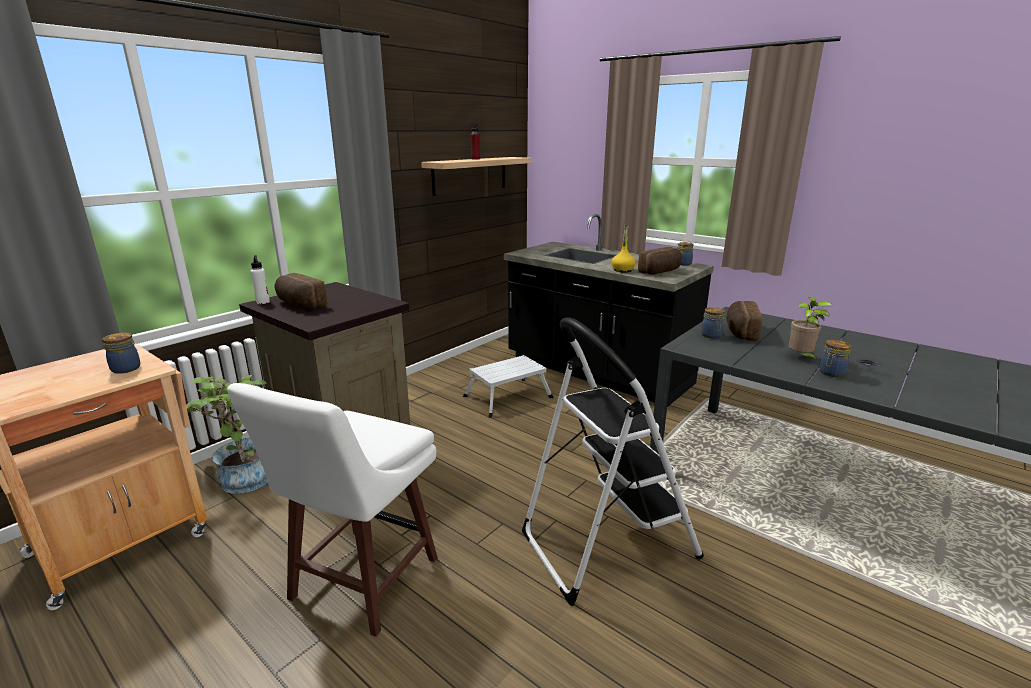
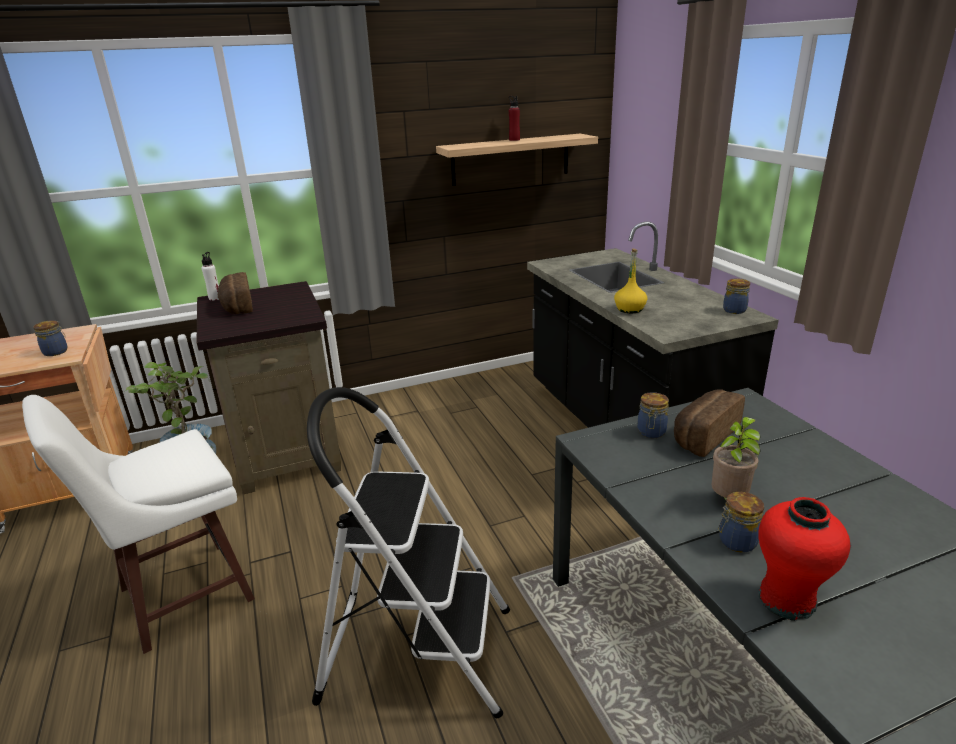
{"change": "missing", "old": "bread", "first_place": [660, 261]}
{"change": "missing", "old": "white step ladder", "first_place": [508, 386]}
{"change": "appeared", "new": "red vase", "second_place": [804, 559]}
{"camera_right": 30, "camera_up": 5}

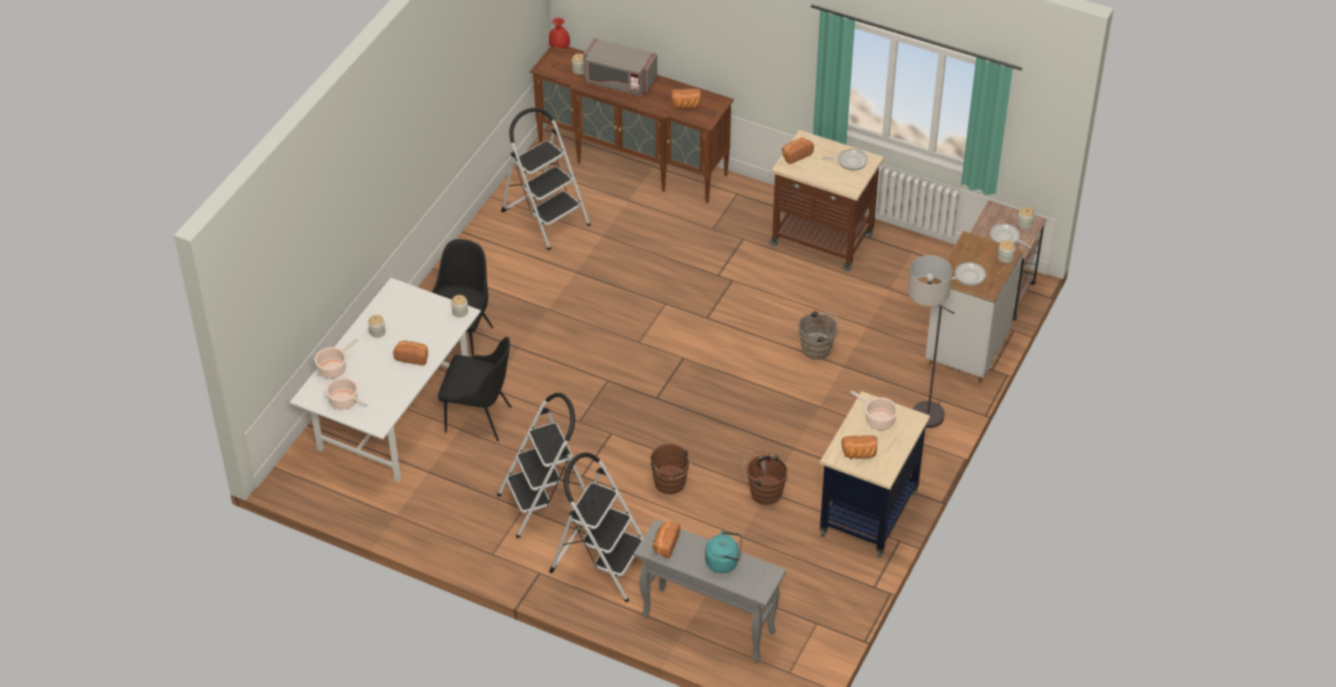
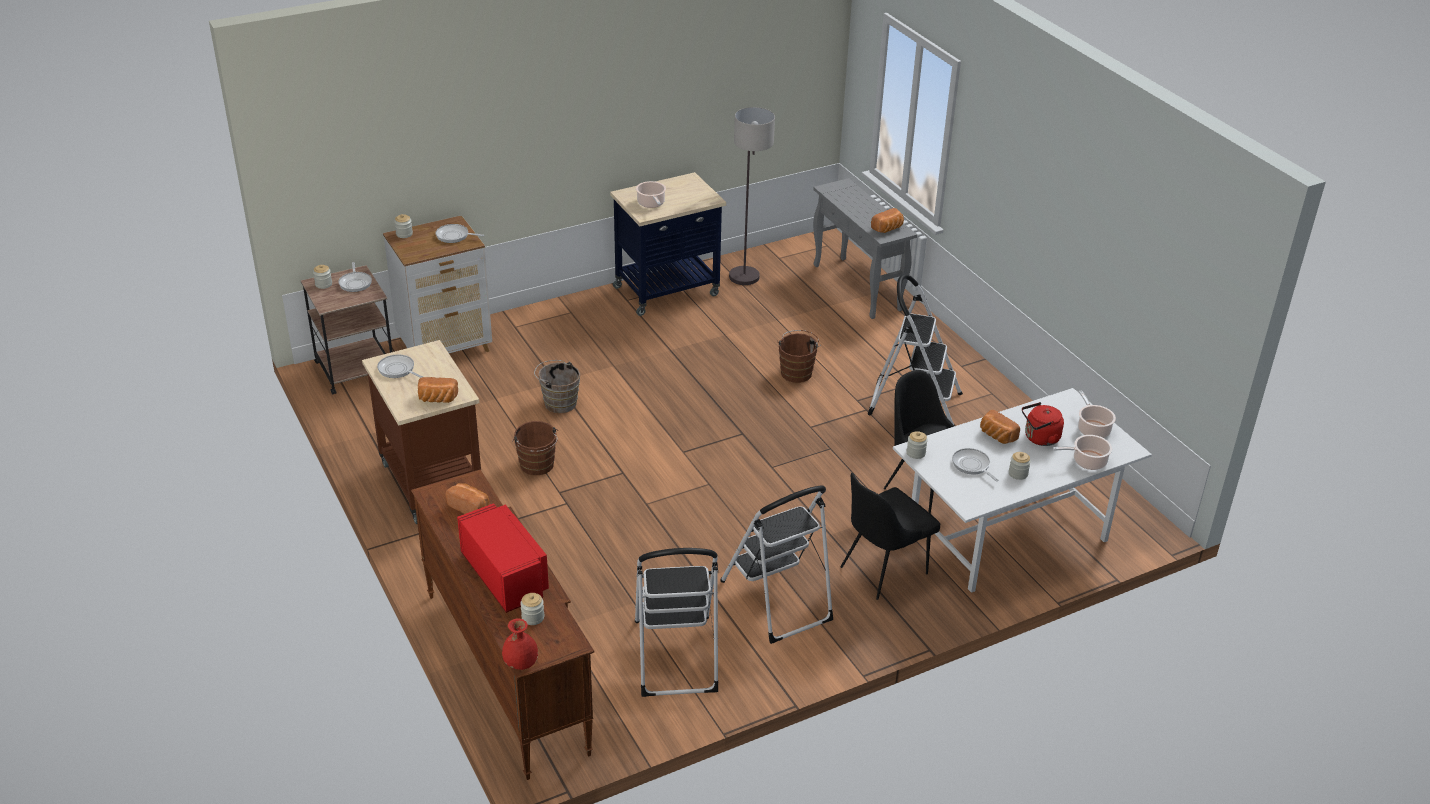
{"change": "colour", "old": "grey microwave", "new": "red microwave", "first_place": [620, 67], "second_place": [503, 558]}
{"change": "relocated", "old": "grey floor lamp", "first_place": [931, 341], "second_place": [752, 196]}
{"change": "missing", "old": "bread", "first_place": [859, 447]}
{"change": "relocated", "old": "step ladder", "first_place": [596, 527], "second_place": [776, 564]}
{"change": "relocated", "old": "brown bucket", "first_place": [765, 478], "second_place": [535, 448]}
{"change": "missing", "old": "turquoise kettle", "first_place": [723, 551]}
{"change": "appeared", "new": "red kettle", "second_place": [1043, 424]}
{"change": "appeared", "new": "frying pan", "second_place": [975, 464]}
{"camera_right": -145, "camera_up": -10}

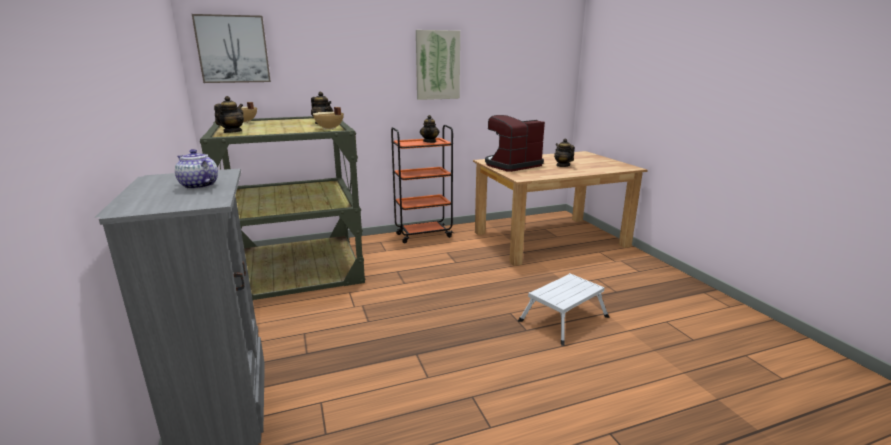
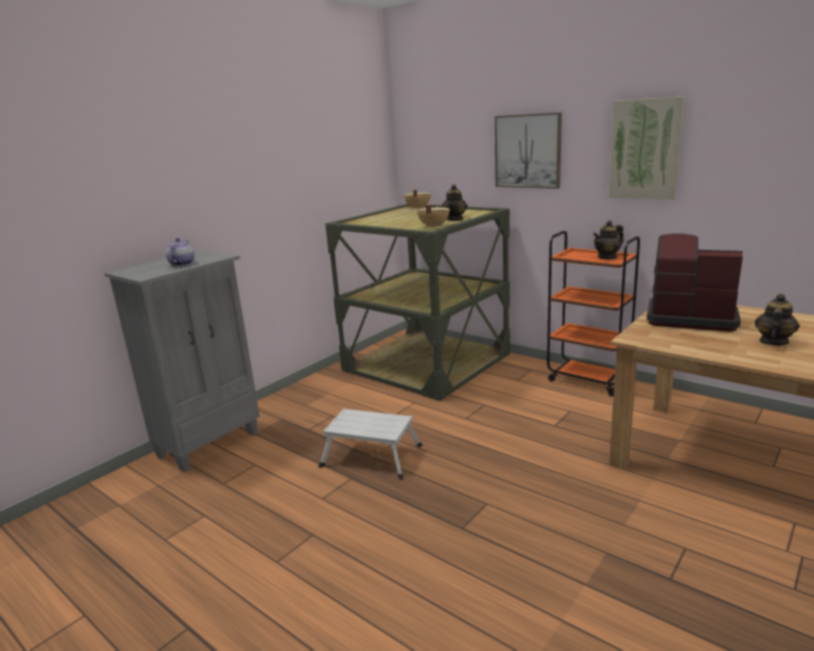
{"change": "relocated", "old": "picture", "first_place": [231, 48], "second_place": [528, 150]}
{"change": "missing", "old": "teapot", "first_place": [229, 114]}
{"change": "relocated", "old": "white step ladder", "first_place": [564, 309], "second_place": [370, 444]}
{"camera_right": 60, "camera_up": 0}

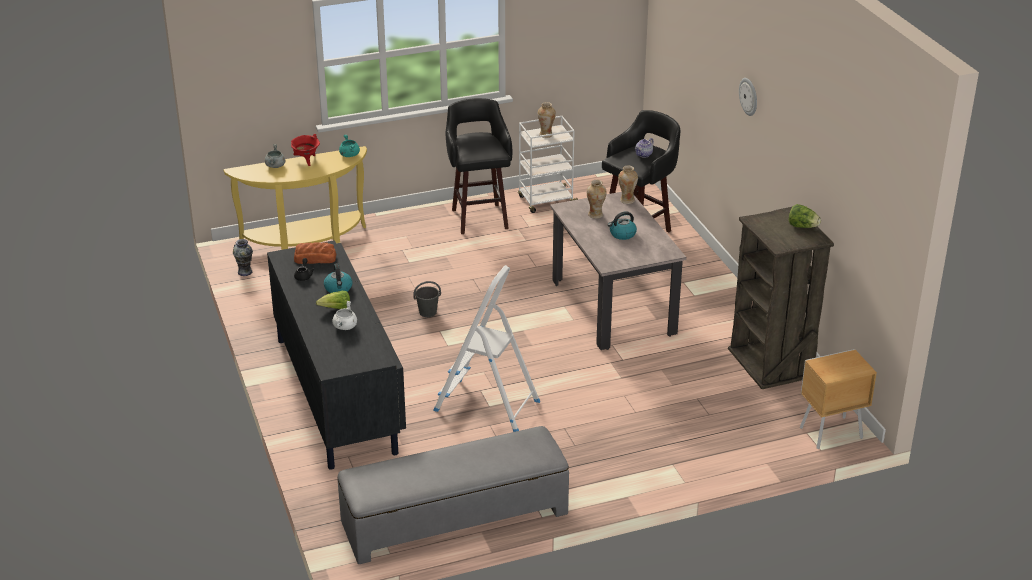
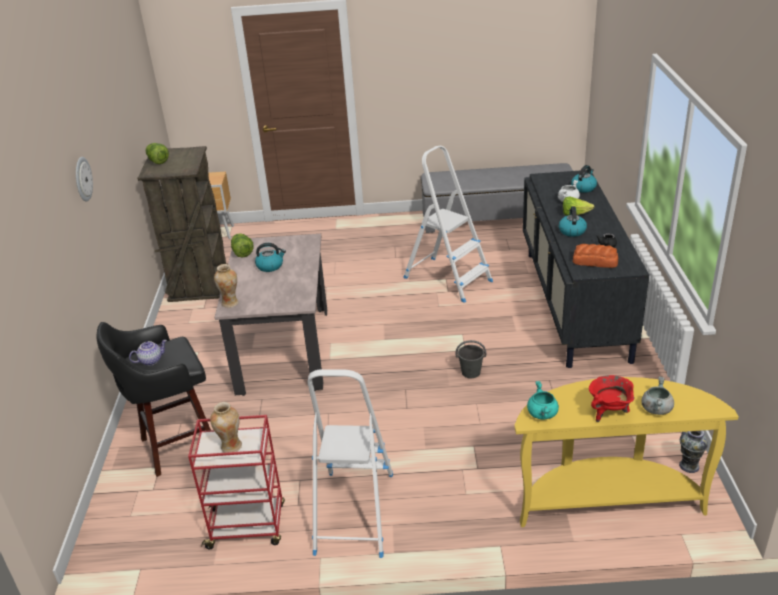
{"change": "exchanged", "old": "black stool", "new": "white step ladder", "first_place": [479, 166], "second_place": [350, 463]}
{"change": "colour", "old": "white cart", "new": "red cart", "first_place": [548, 164], "second_place": [236, 482]}
{"change": "missing", "old": "vase", "first_place": [597, 199]}
{"change": "appeared", "new": "kettle", "second_place": [584, 179]}
{"change": "appeared", "new": "lettuce", "second_place": [242, 245]}
{"camera_right": -160, "camera_up": 0}

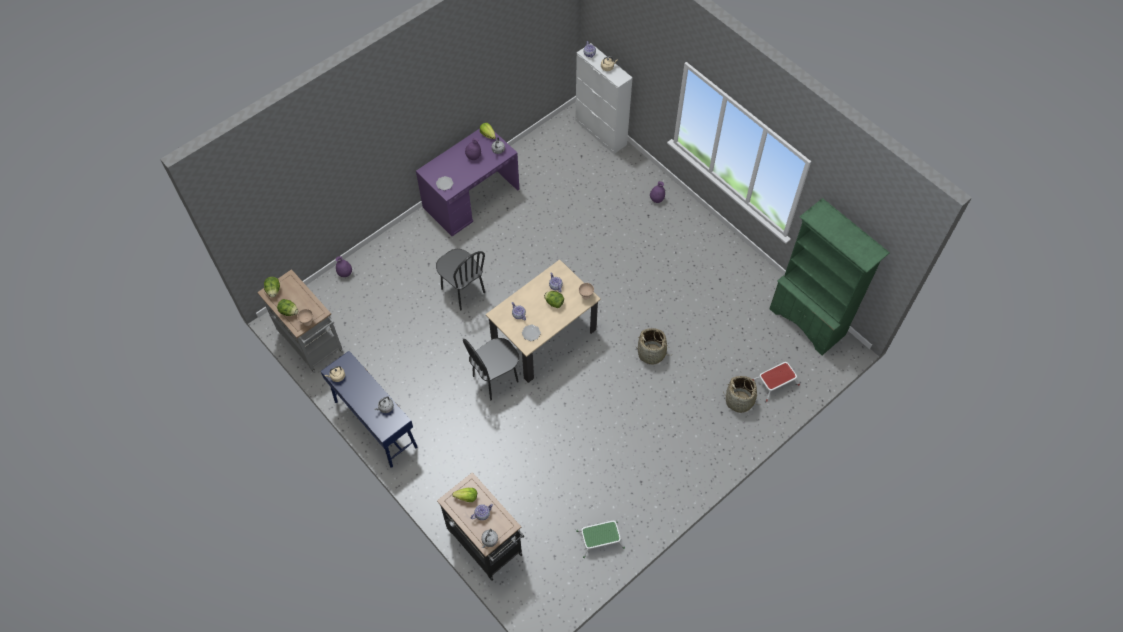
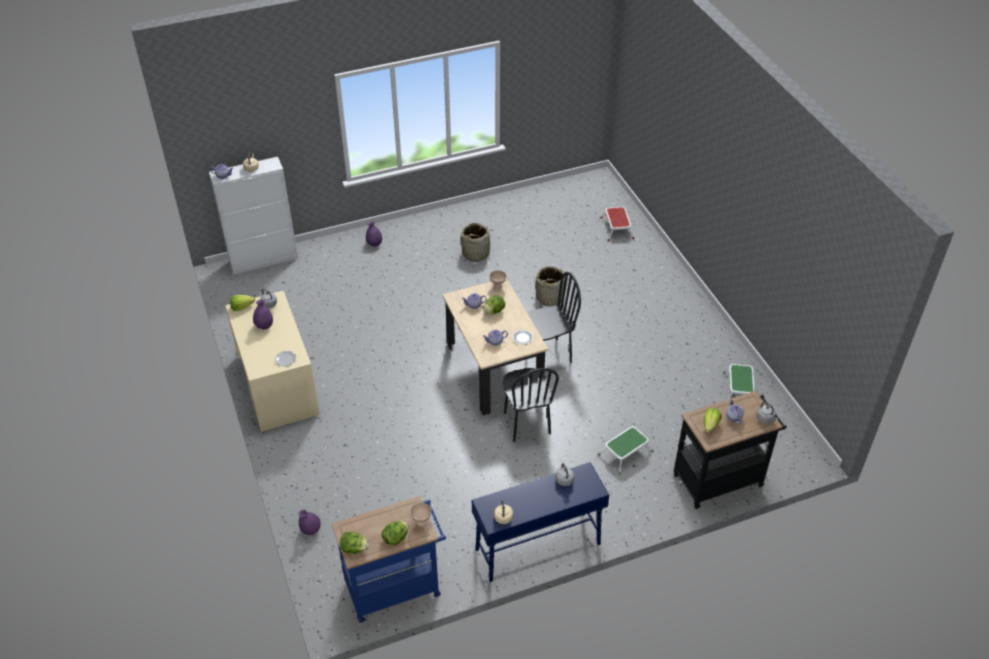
{"change": "colour", "old": "purple desk", "new": "beige desk", "first_place": [467, 182], "second_place": [272, 361]}
{"change": "missing", "old": "green bookcase", "first_place": [829, 276]}
{"change": "relocated", "old": "black chair", "first_place": [460, 279], "second_place": [554, 317]}
{"change": "colour", "old": "grey cart", "new": "blue cart", "first_place": [300, 321], "second_place": [389, 559]}
{"change": "relocated", "old": "basket", "first_place": [742, 394], "second_place": [475, 242]}
{"change": "appeared", "new": "green step ladder", "second_place": [626, 450]}
{"camera_right": -70, "camera_up": -15}

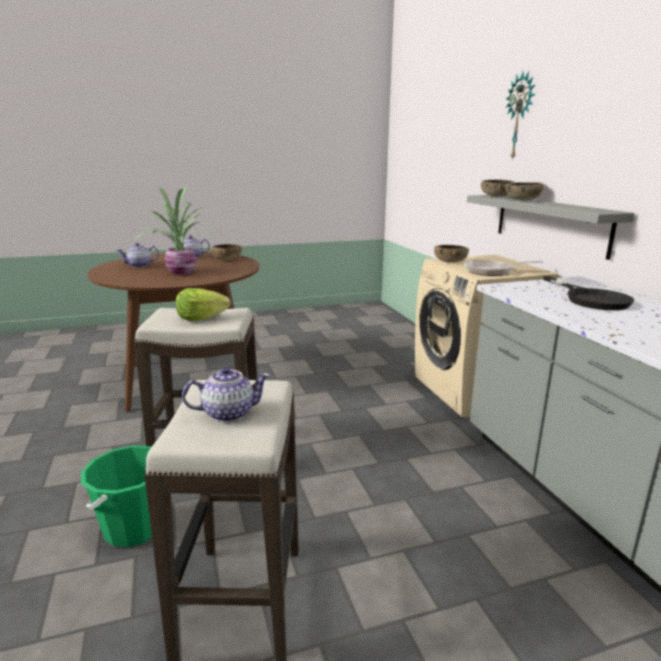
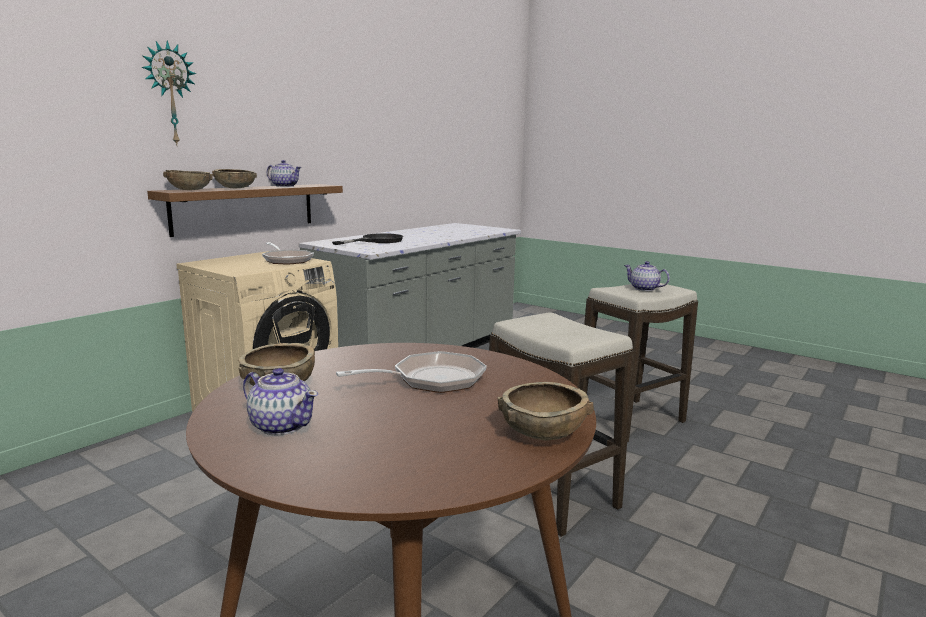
{"change": "exchanged", "old": "potted plant", "new": "frying pan", "first_place": [178, 230], "second_place": [411, 372]}
{"change": "colour", "old": "grey shelf", "new": "brown shelf", "first_place": [551, 227], "second_place": [245, 210]}
{"change": "relocated", "old": "teapot", "first_place": [138, 255], "second_place": [284, 173]}
{"change": "relocated", "old": "brown bowl", "first_place": [451, 254], "second_place": [546, 411]}
{"change": "missing", "old": "lettuce", "first_place": [203, 304]}
{"change": "missing", "old": "green bucket", "first_place": [116, 496]}
{"camera_right": -125, "camera_up": -5}

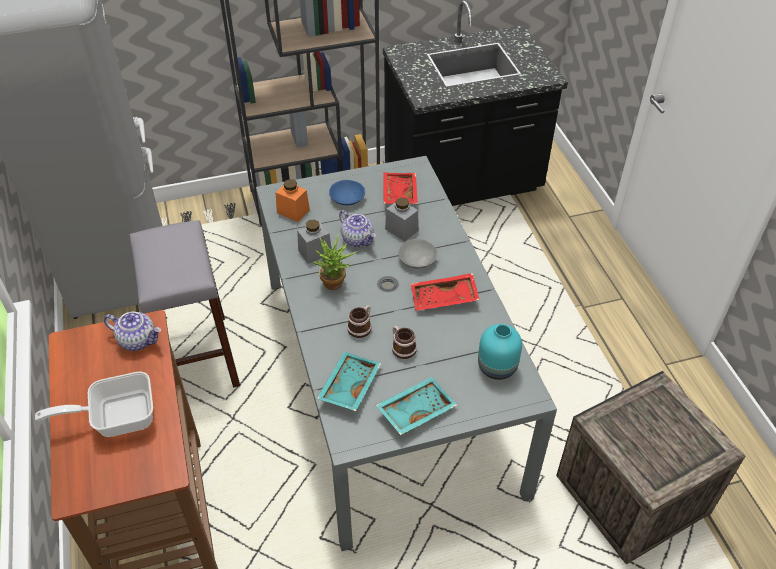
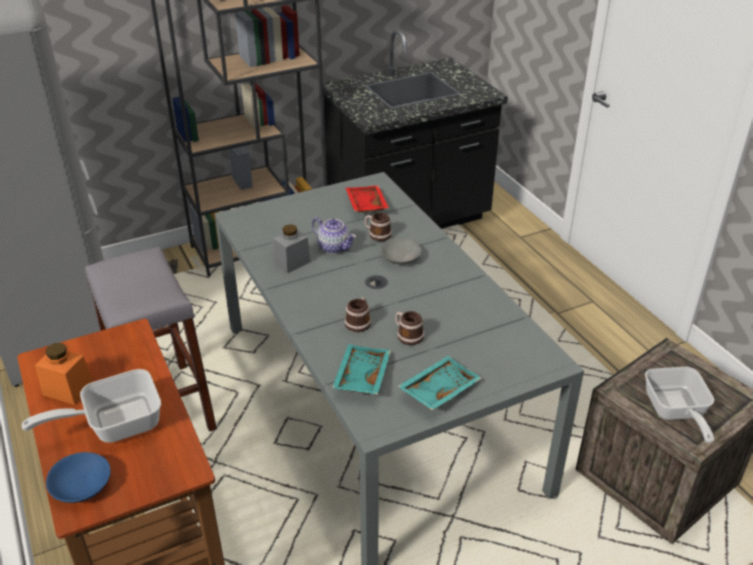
{"change": "relocated", "old": "orange jar", "first_place": [293, 200], "second_place": [64, 374]}
{"change": "relocated", "old": "blue bowl", "first_place": [347, 192], "second_place": [78, 477]}
{"change": "exchanged", "old": "grey jar", "new": "mug", "first_place": [402, 219], "second_place": [378, 227]}
{"change": "missing", "old": "potted plant", "first_place": [334, 262]}
{"change": "missing", "old": "red tray", "first_place": [445, 292]}
{"change": "missing", "old": "teapot", "first_place": [132, 331]}
{"change": "missing", "old": "turquoise vase", "first_place": [500, 352]}
{"change": "appeared", "new": "frying pan", "second_place": [679, 405]}
{"camera_right": -10, "camera_up": -10}

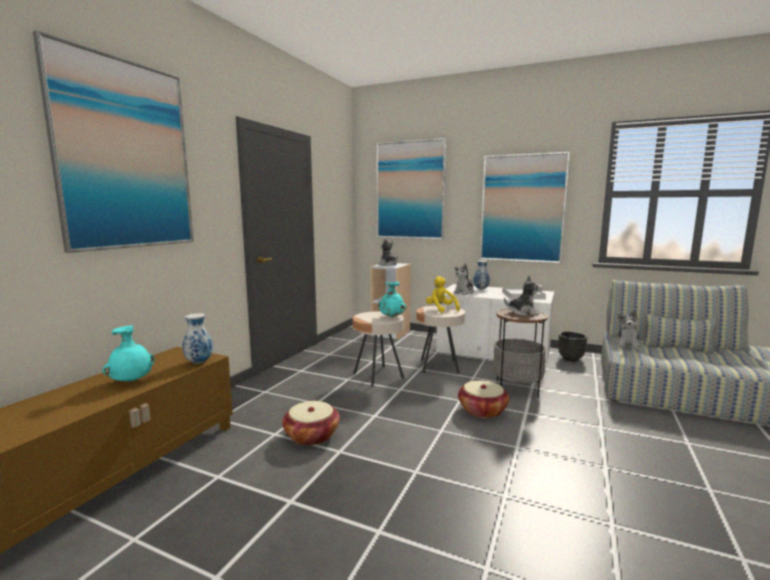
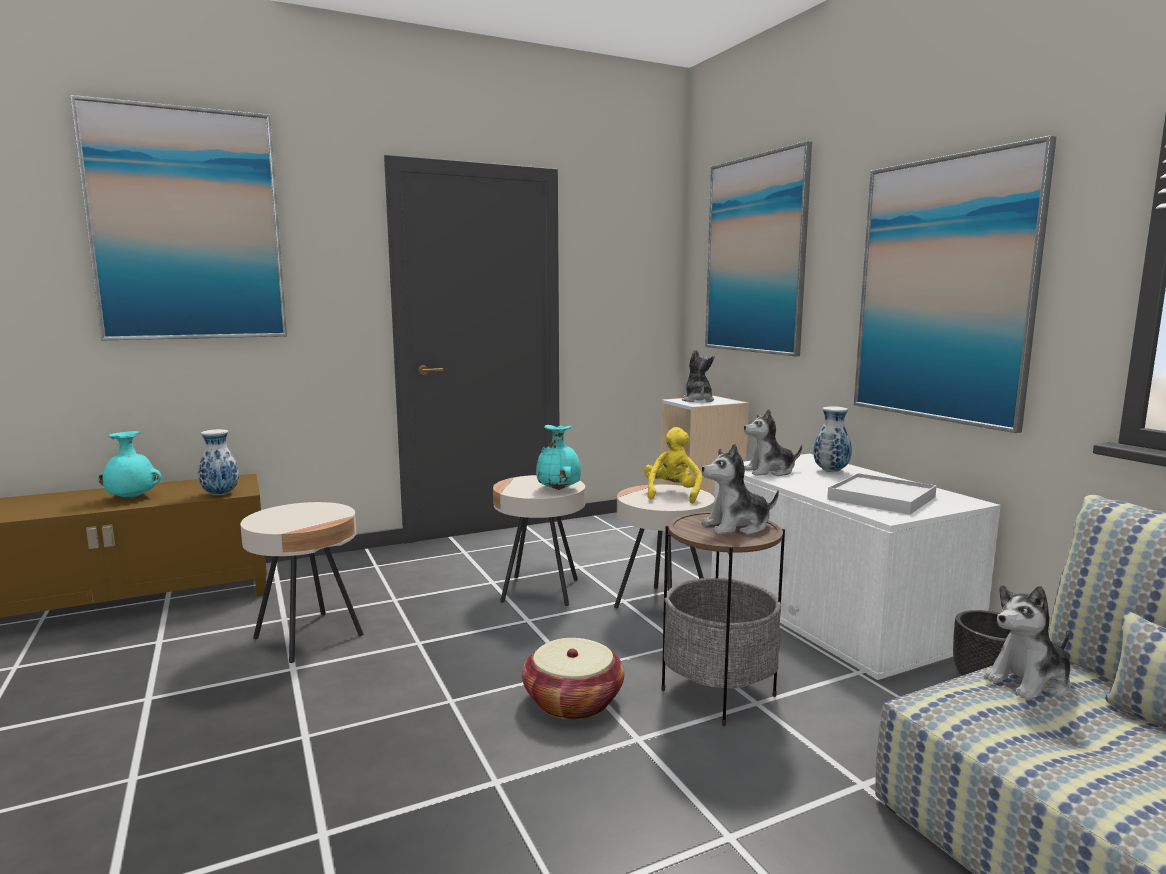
{"change": "spun", "old": "plush toy", "first_place": [523, 296], "second_place": [740, 489], "degrees": 120}
{"change": "exchanged", "old": "basket", "new": "beige side table", "first_place": [311, 423], "second_place": [301, 582]}
{"camera_right": 40, "camera_up": 0}

